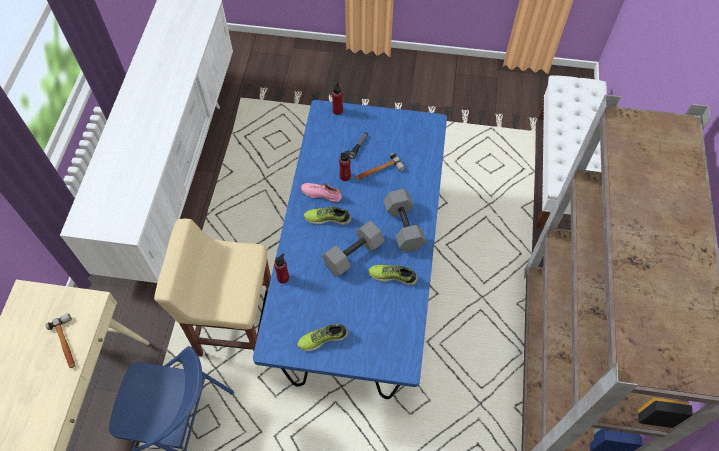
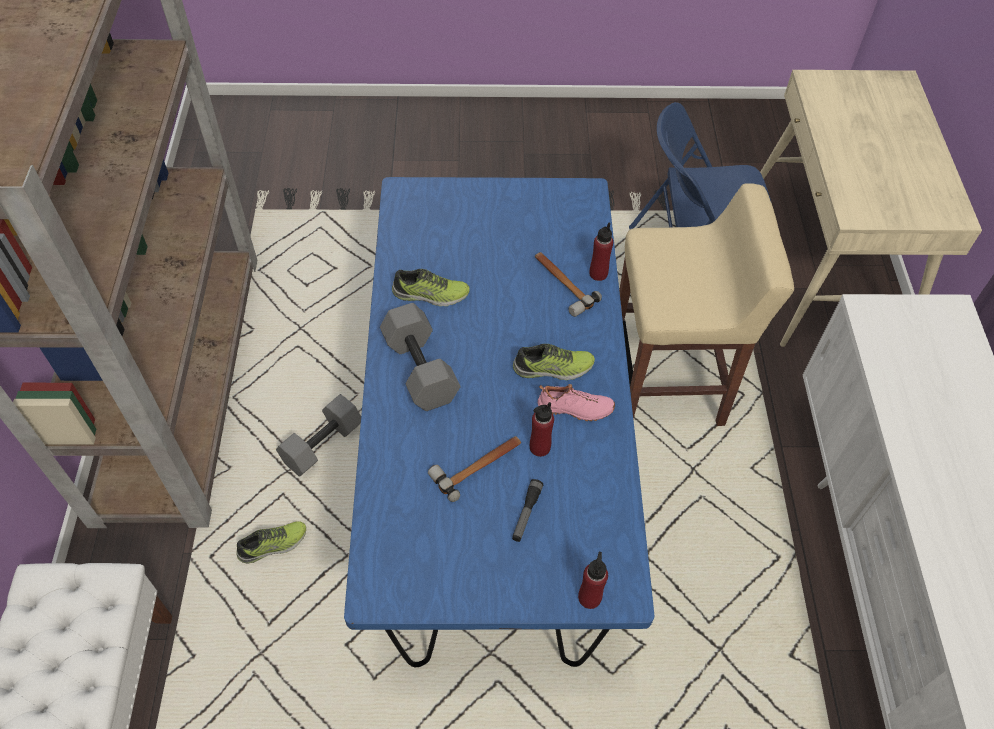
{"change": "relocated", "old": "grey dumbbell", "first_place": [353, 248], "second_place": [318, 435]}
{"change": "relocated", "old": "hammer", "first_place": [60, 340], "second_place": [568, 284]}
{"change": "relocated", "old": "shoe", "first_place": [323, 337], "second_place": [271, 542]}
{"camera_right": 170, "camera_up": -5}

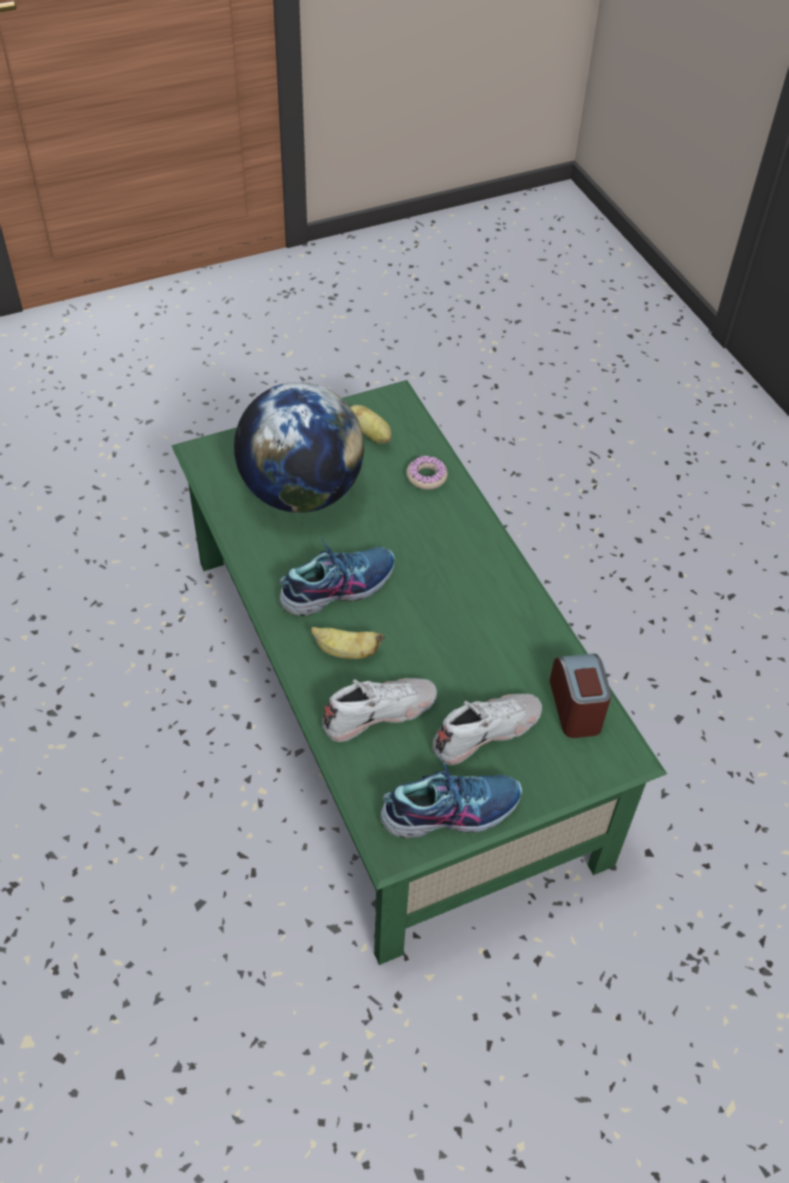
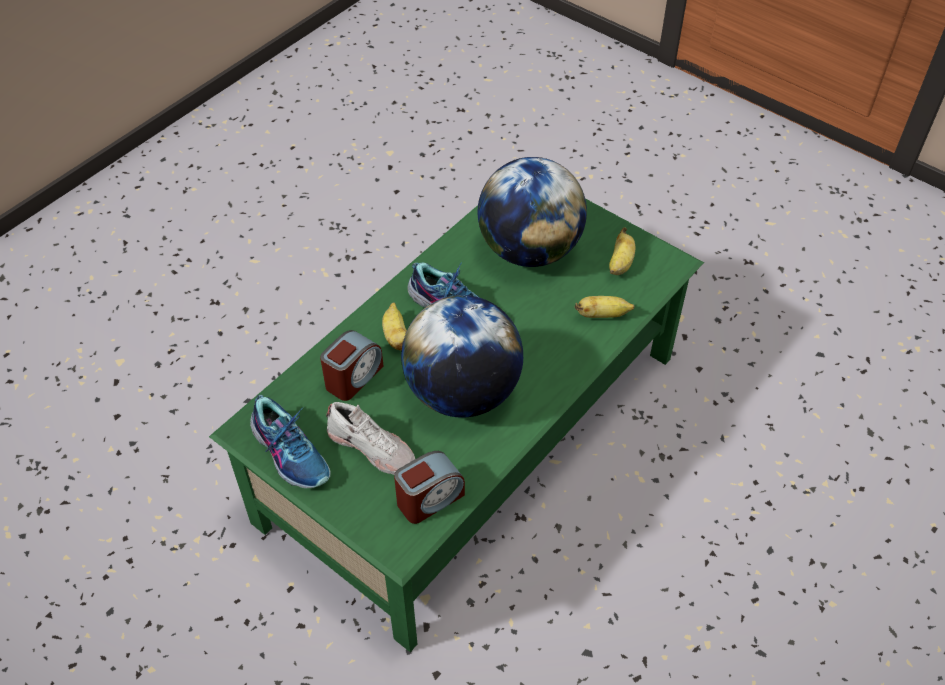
{"change": "exchanged", "old": "donut", "new": "banana", "first_place": [427, 473], "second_place": [604, 307]}
{"change": "exchanged", "old": "white shoe", "new": "alarm clock", "first_place": [379, 710], "second_place": [351, 365]}
{"change": "appeared", "new": "globe", "second_place": [462, 356]}
{"camera_right": 65, "camera_up": 0}

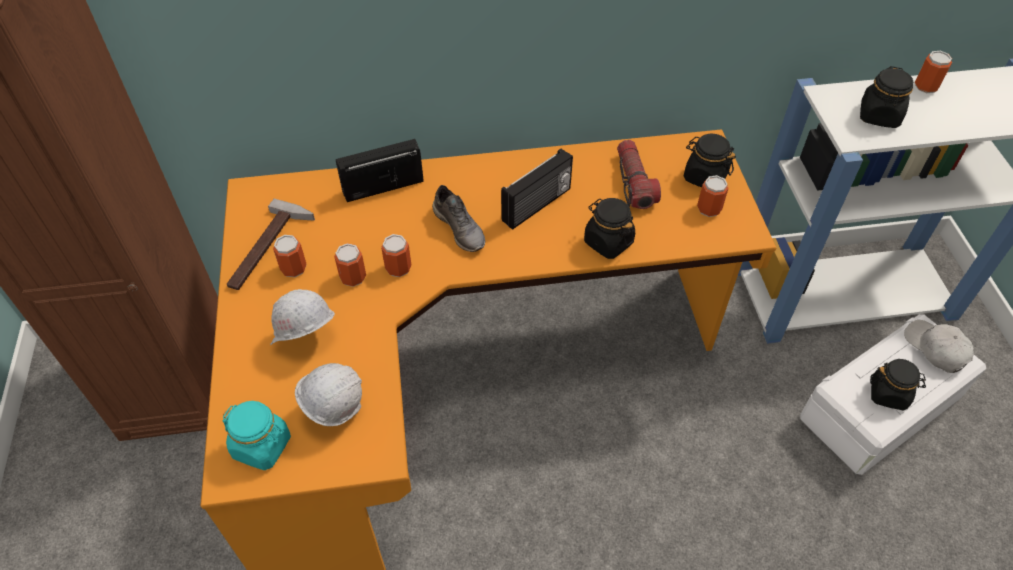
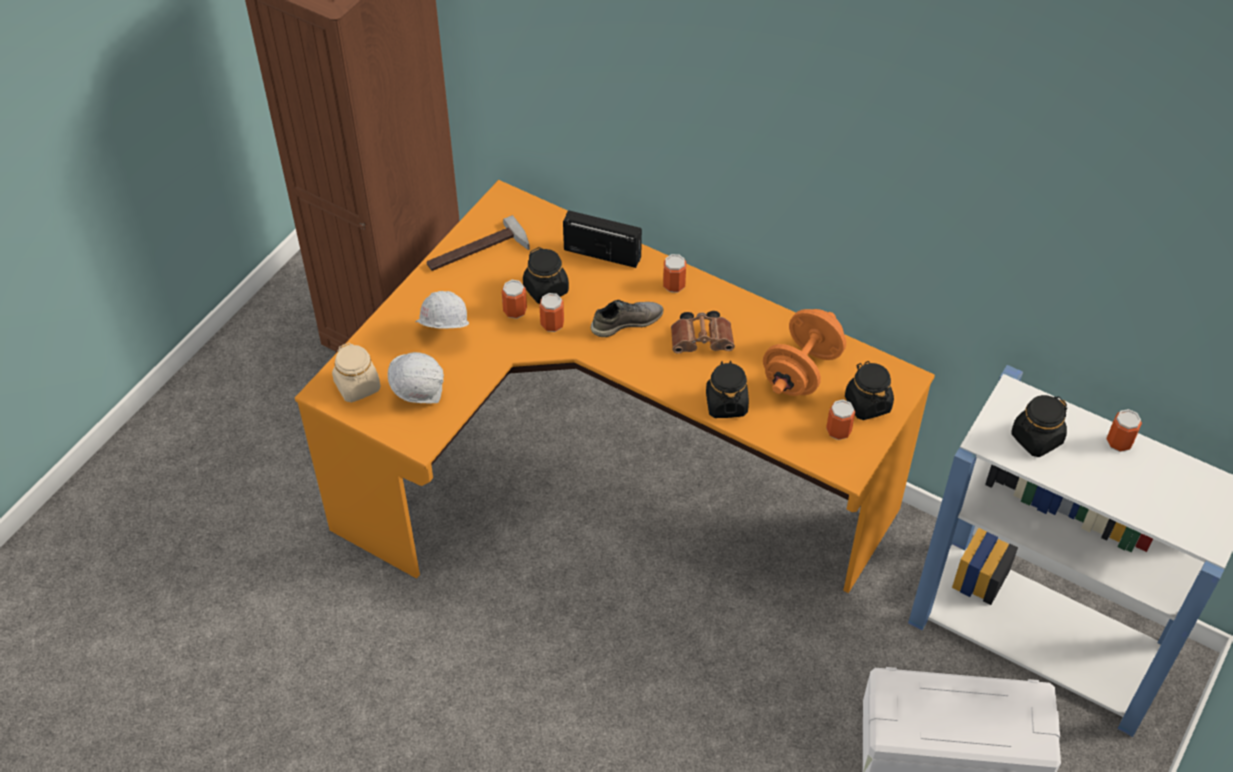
{"change": "exchanged", "old": "flashlight", "new": "orange dumbbell", "first_place": [639, 174], "second_place": [804, 352]}
{"change": "exchanged", "old": "radio", "new": "brown binoculars", "first_place": [537, 189], "second_place": [703, 332]}
{"change": "spun", "old": "grey shoe", "first_place": [458, 218], "second_place": [627, 318], "degrees": -120}
{"change": "relocated", "old": "can", "first_place": [290, 256], "second_place": [674, 273]}
{"change": "missing", "old": "white cap", "first_place": [939, 346]}
{"change": "relocated", "old": "black jar", "first_place": [898, 385], "second_place": [546, 275]}
{"change": "colour", "old": "turquoise jar", "new": "beige jar", "first_place": [256, 435], "second_place": [356, 372]}
{"camera_right": 40, "camera_up": 0}

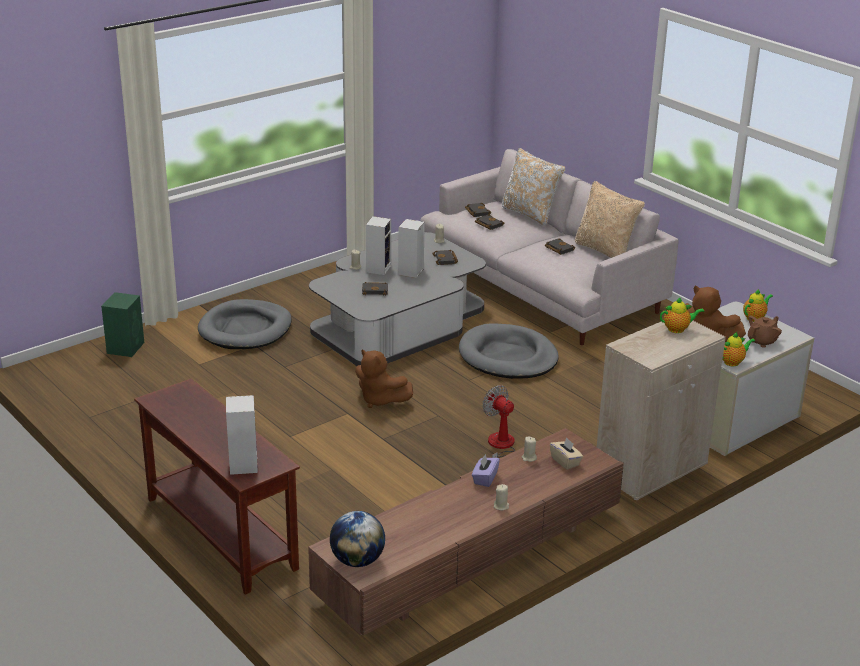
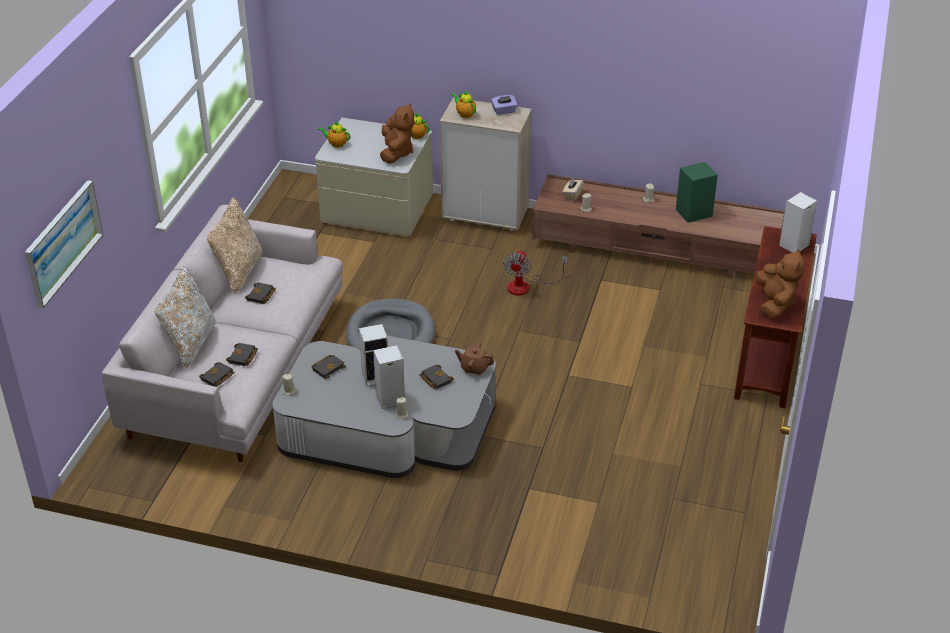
{"change": "relocated", "old": "green speaker", "first_place": [122, 324], "second_place": [697, 192]}
{"change": "missing", "old": "grey dog bed", "first_place": [245, 324]}
{"change": "relocated", "old": "brown teapot", "first_place": [765, 332], "second_place": [474, 358]}
{"change": "relocated", "old": "brown plush toy", "first_place": [384, 378], "second_place": [780, 284]}
{"change": "relocated", "old": "purple tissue box", "first_place": [486, 470], "second_place": [504, 105]}
{"change": "missing", "old": "globe", "first_place": [357, 539]}
{"change": "appeared", "new": "picture", "second_place": [64, 244]}
{"camera_right": -125, "camera_up": 10}

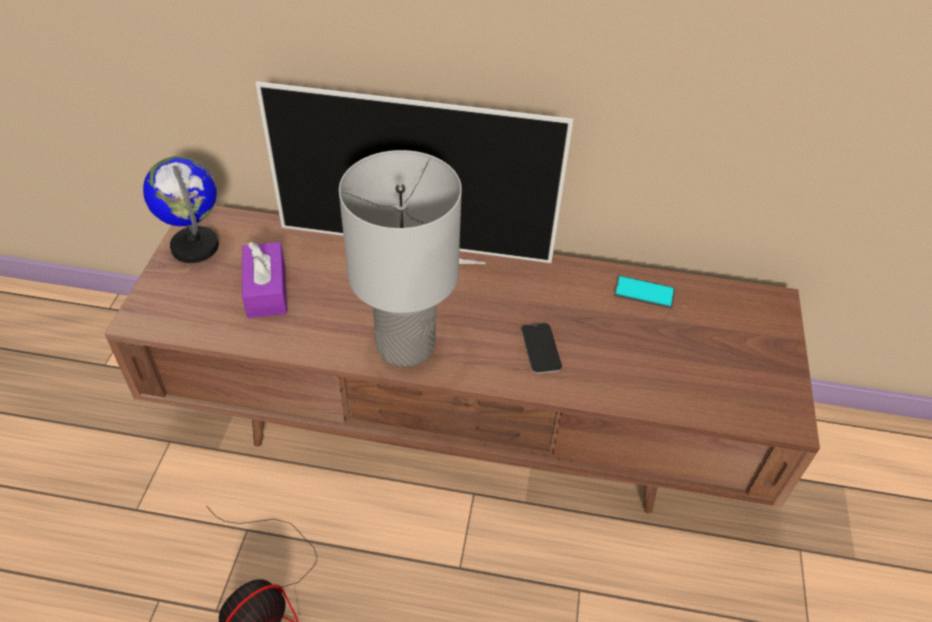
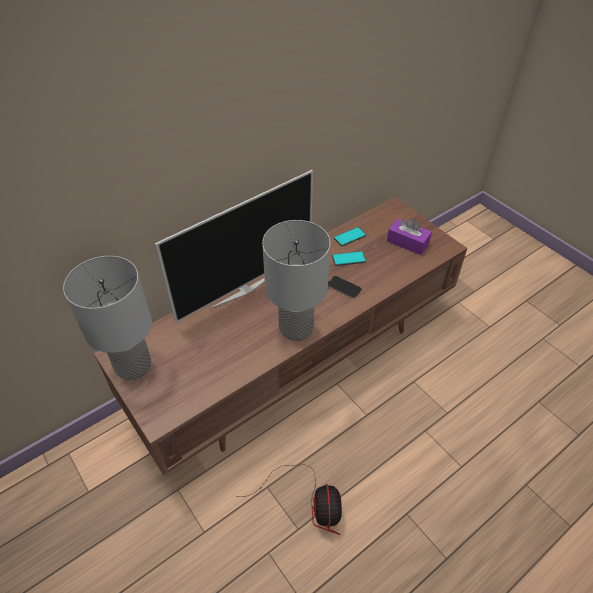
{"change": "exchanged", "old": "globe", "new": "grey table lamp", "first_place": [181, 209], "second_place": [107, 318]}
{"change": "relocated", "old": "purple tissue box", "first_place": [264, 280], "second_place": [409, 236]}
{"change": "appeared", "new": "phone", "second_place": [349, 258]}
{"camera_right": -45, "camera_up": 0}

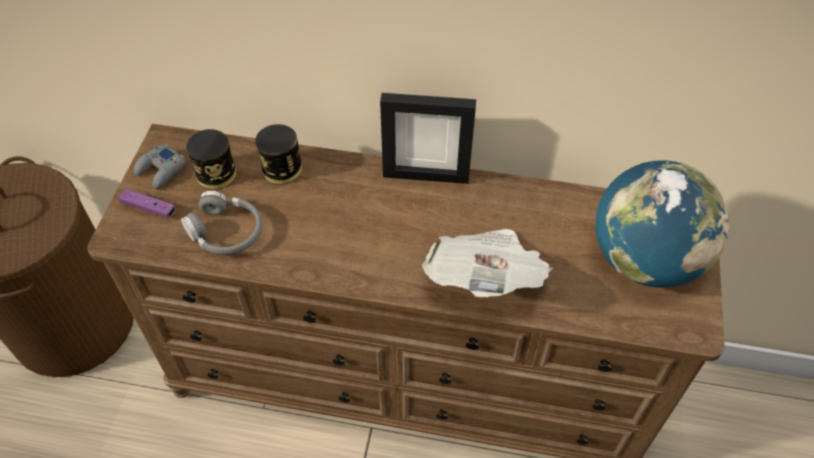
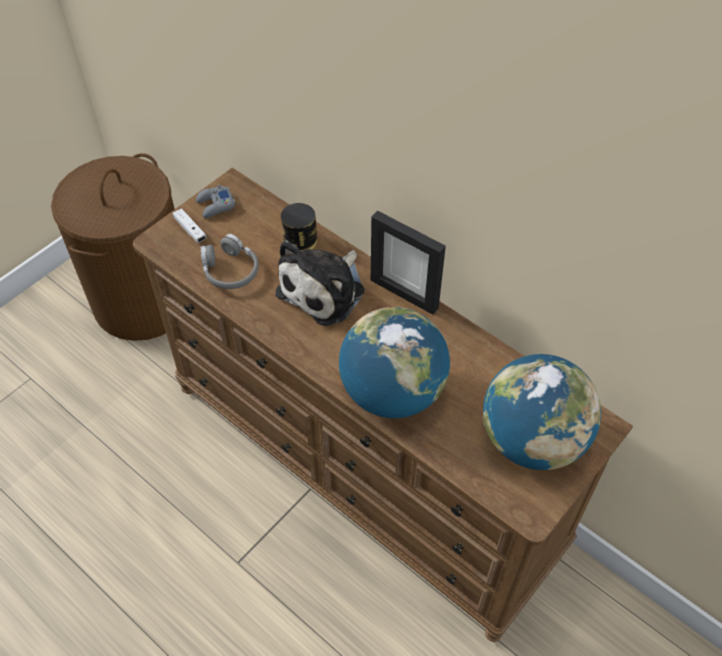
{"change": "missing", "old": "can", "first_place": [211, 159]}
{"change": "colour", "old": "purple game controller", "new": "white game controller", "first_place": [147, 203], "second_place": [190, 225]}
{"change": "exchanged", "old": "newspaper", "new": "globe", "first_place": [487, 263], "second_place": [394, 362]}
{"change": "appeared", "new": "plush toy", "second_place": [320, 283]}
{"camera_right": 30, "camera_up": 0}

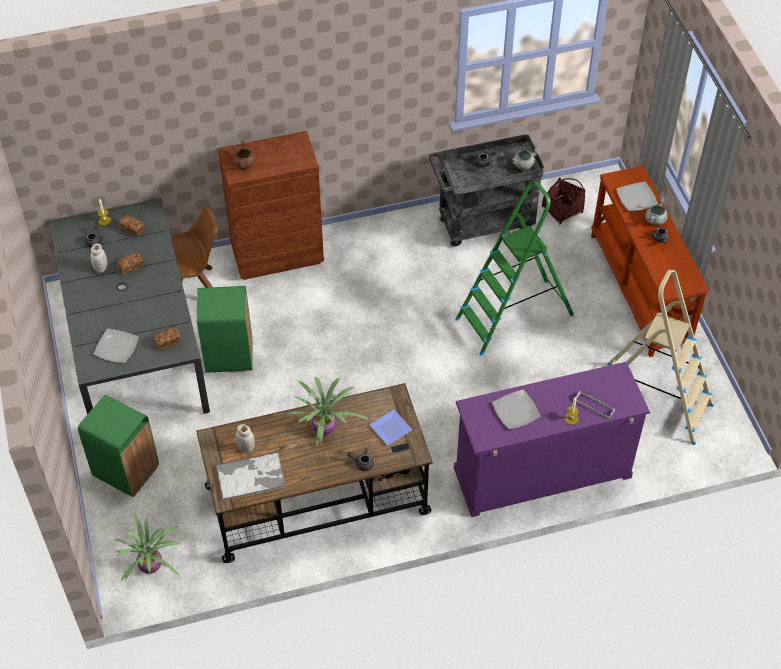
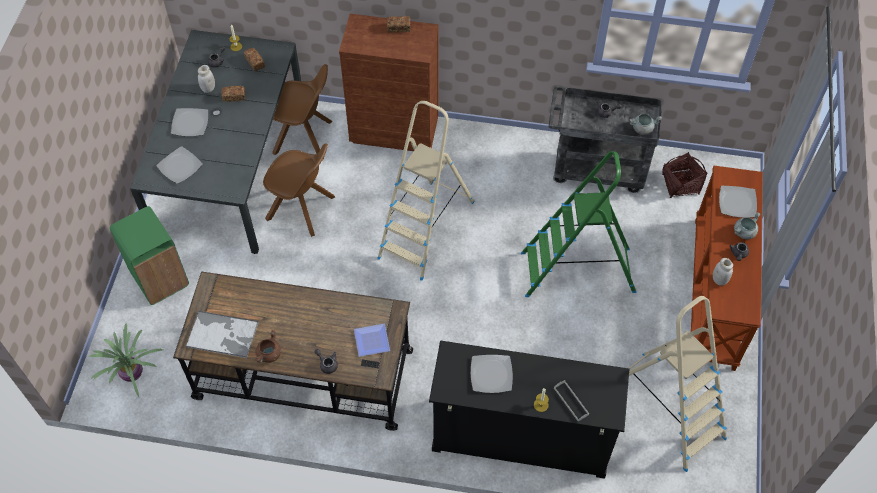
{"change": "relocated", "old": "brown cooking pot", "first_place": [244, 155], "second_place": [268, 346]}
{"change": "exchanged", "old": "green trash can", "new": "brown chair", "first_place": [225, 329], "second_place": [299, 190]}
{"change": "relocated", "old": "bread", "first_place": [167, 338], "second_place": [398, 24]}
{"change": "colour", "old": "purple cabinet", "new": "black cabinet", "first_place": [552, 439], "second_place": [529, 409]}
{"change": "missing", "old": "potted plant", "first_place": [328, 410]}
{"change": "relocated", "old": "white jar", "first_place": [245, 438], "second_place": [723, 272]}
{"change": "appeared", "new": "beige step ladder", "second_place": [425, 191]}
{"change": "appeared", "new": "plate", "second_place": [189, 122]}
{"camera_right": 25, "camera_up": 5}

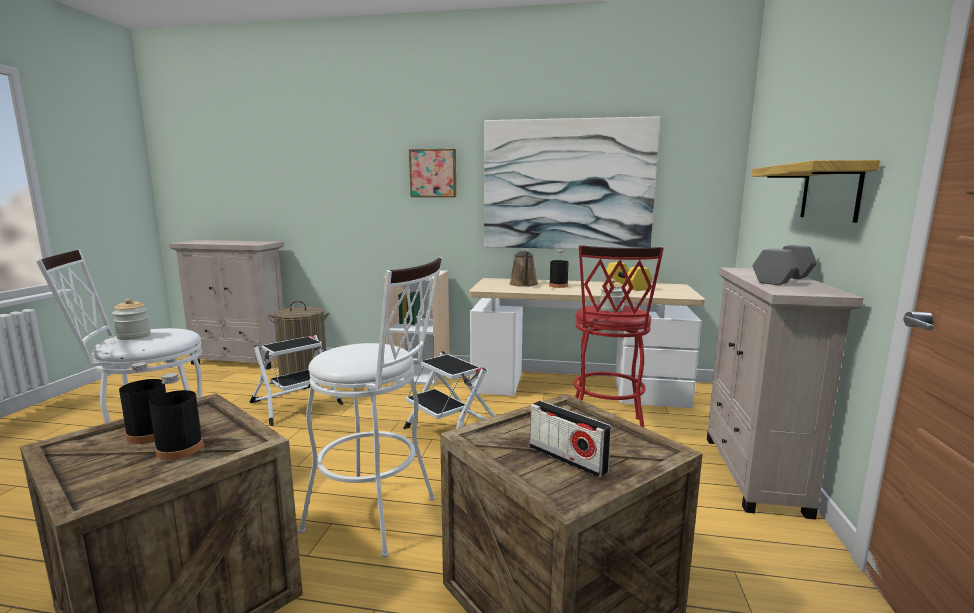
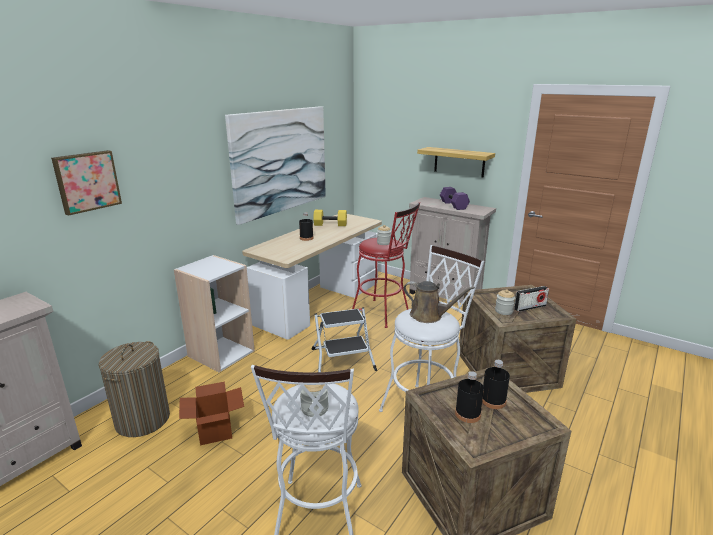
{"change": "relocated", "old": "picture", "first_place": [432, 173], "second_place": [86, 183]}
{"change": "colour", "old": "grey dumbbell", "new": "purple dumbbell", "first_place": [785, 265], "second_place": [455, 198]}
{"change": "relocated", "old": "brown watering can", "first_place": [523, 269], "second_place": [439, 302]}
{"change": "exchanged", "old": "step ladder", "new": "cardboard box", "first_place": [296, 380], "second_place": [211, 413]}
{"change": "appeared", "new": "jar", "second_place": [505, 302]}
{"camera_right": -65, "camera_up": 10}

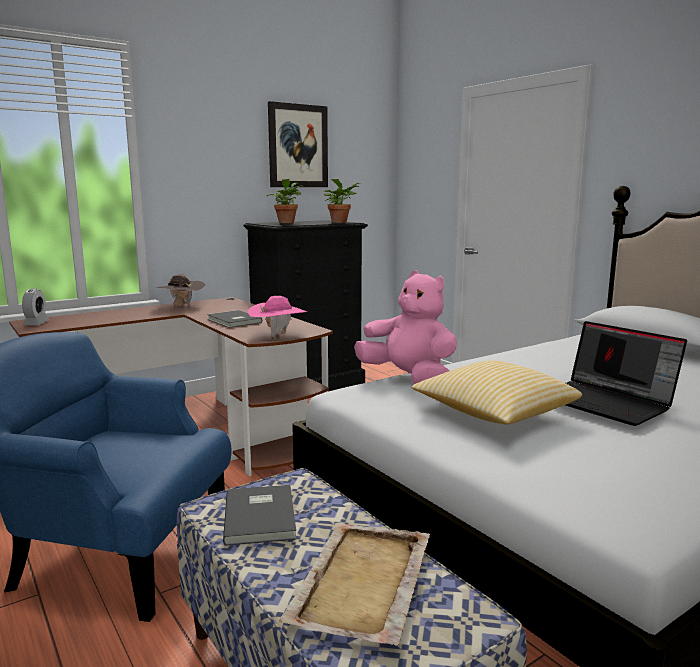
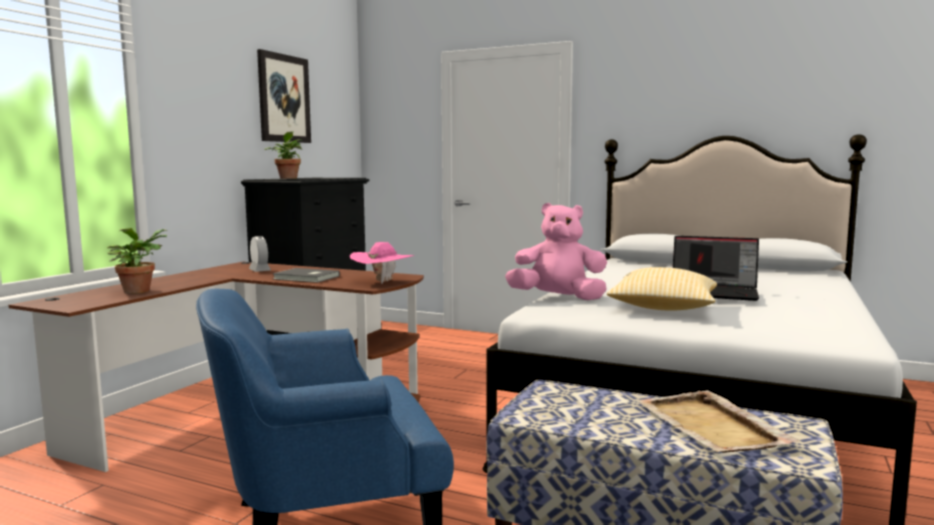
{"change": "relocated", "old": "potted plant", "first_place": [342, 201], "second_place": [137, 261]}
{"change": "missing", "old": "brown hat", "first_place": [180, 290]}
{"change": "relocated", "old": "alarm clock", "first_place": [35, 307], "second_place": [260, 254]}
{"change": "missing", "old": "grey book", "first_place": [259, 515]}
{"camera_right": -30, "camera_up": -5}

